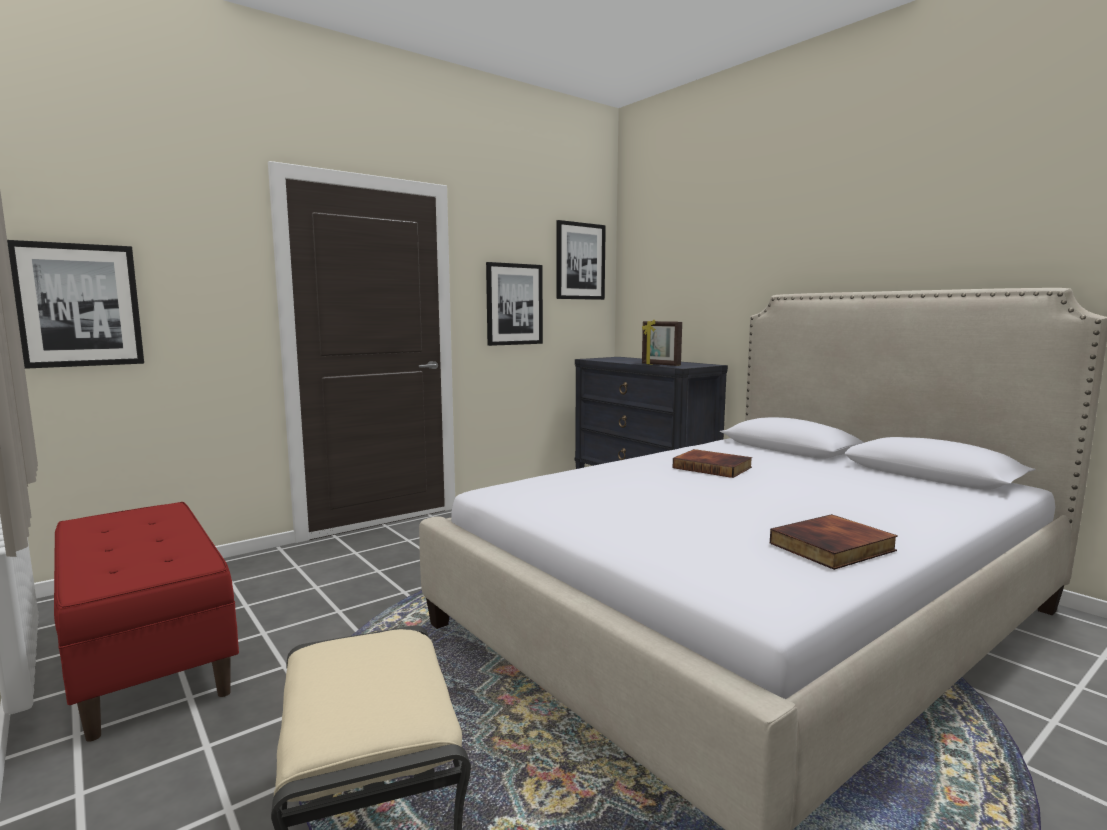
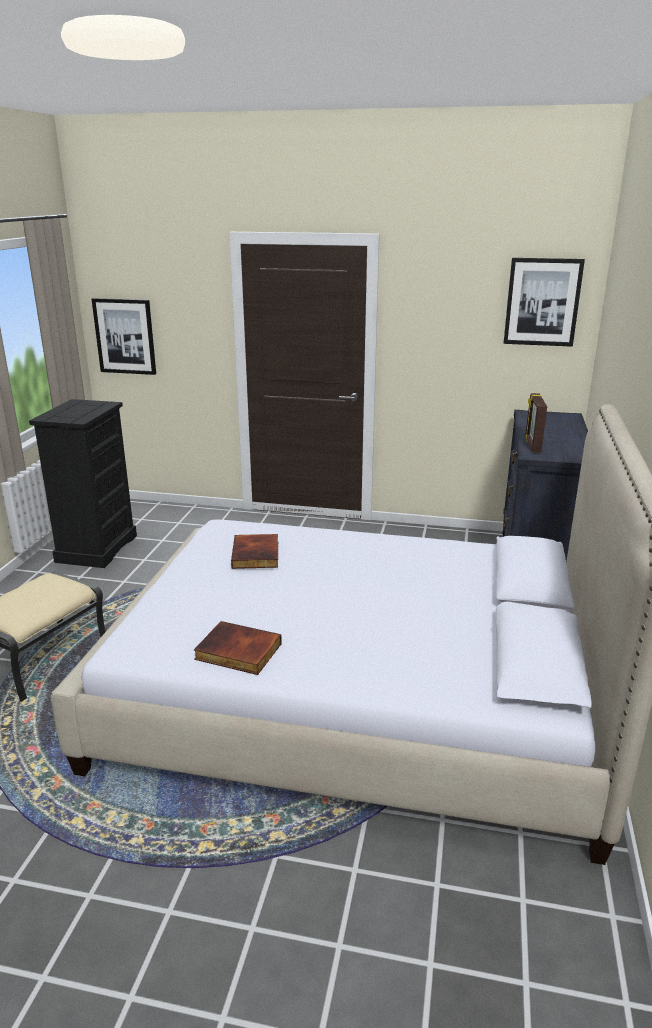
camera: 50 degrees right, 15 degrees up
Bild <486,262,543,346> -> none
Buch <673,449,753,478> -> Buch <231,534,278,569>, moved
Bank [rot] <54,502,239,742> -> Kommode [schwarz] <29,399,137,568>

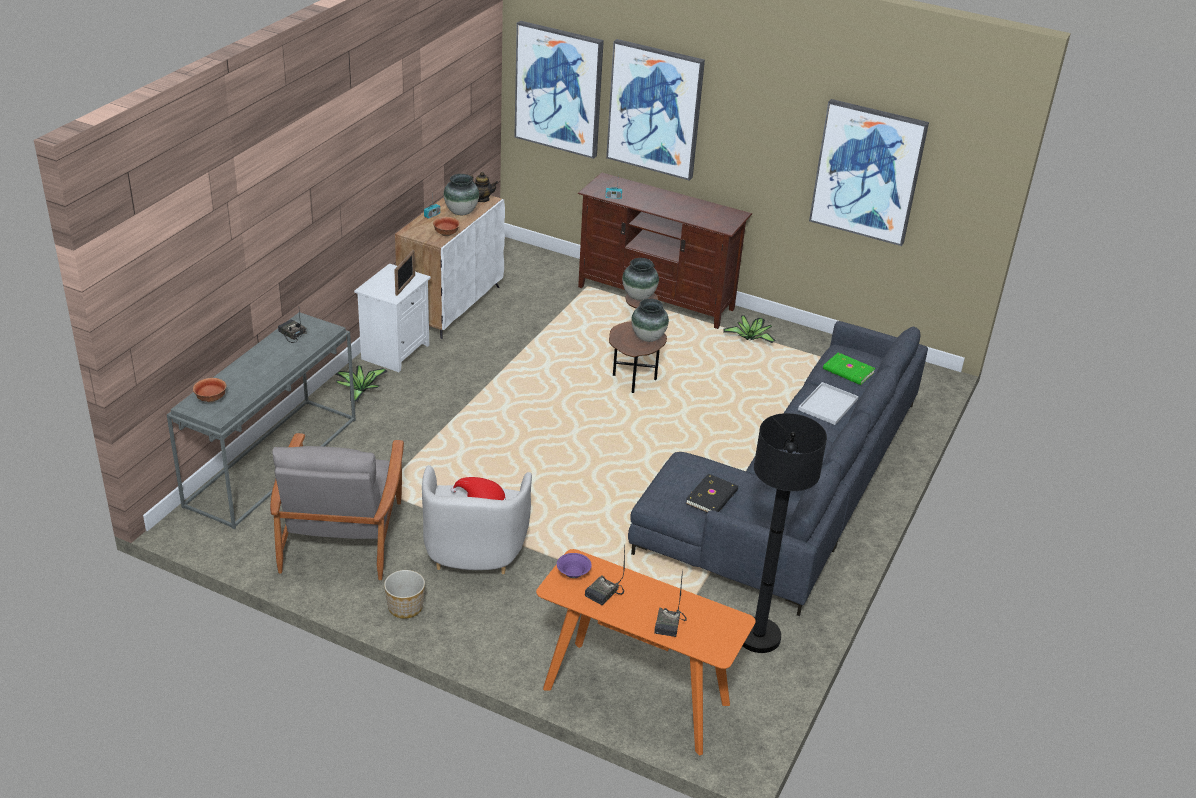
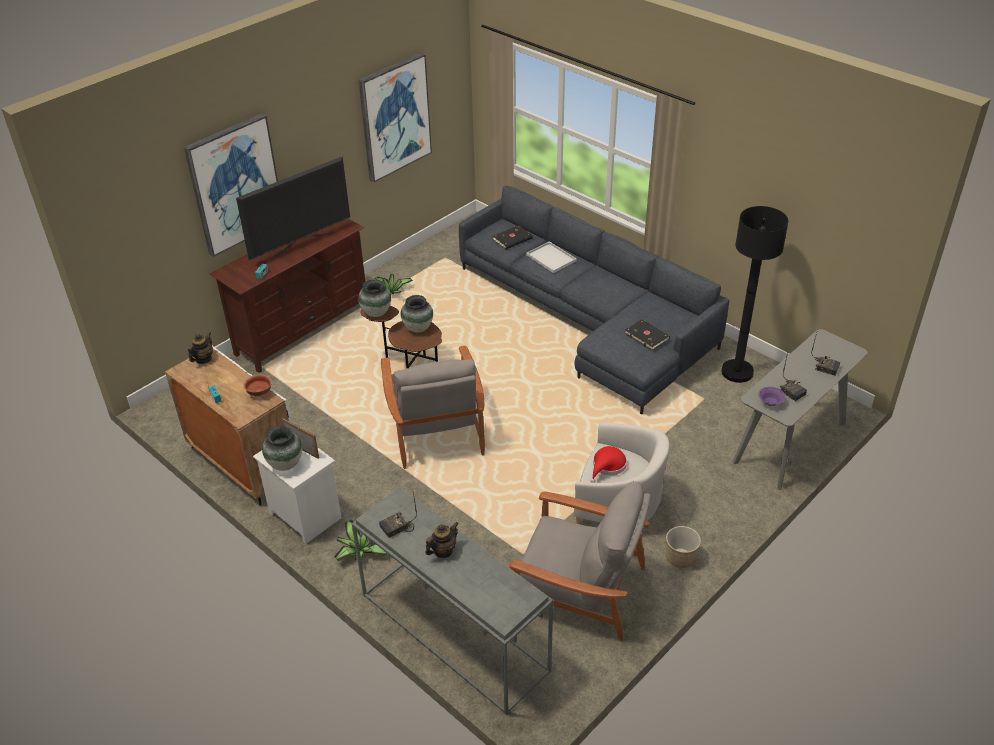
camera: 70 degrees left, 5 degrees up
Bild <514,21,604,159> -> none
Vase <444,174,479,215> -> Vase <262,426,302,471>, moved
Buch [grün] <823,352,875,385> -> Buch [schwarz] <493,225,533,249>
Schüssel <193,378,226,402> -> none
Konsolentisch [orange] <536,549,756,756> -> Konsolentisch [grau] <732,329,868,490>
none -> Fernseher <236,156,350,260>
none -> Sessel [grau] <381,346,485,469>
none -> Teekanne <425,522,459,558>

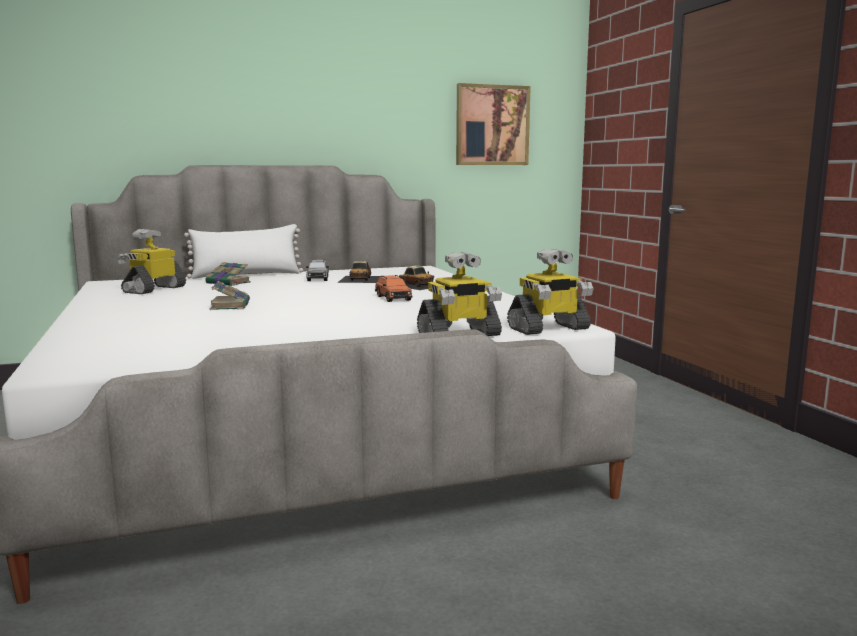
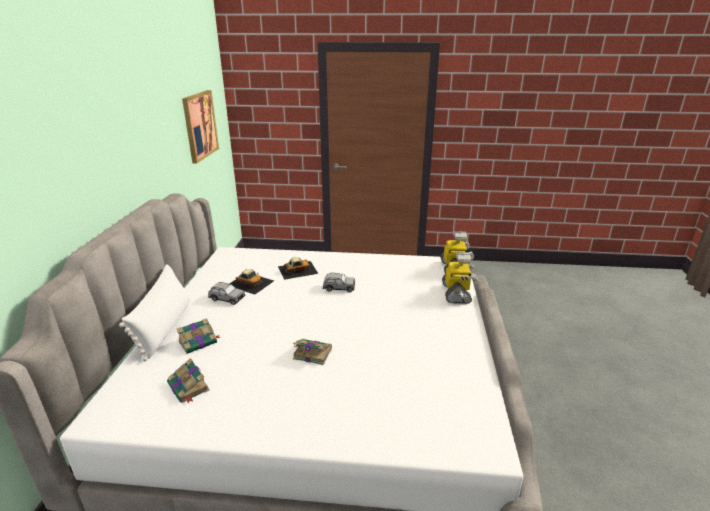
camera: 65 degrees left, 15 degrees up
Spielzeugroboter <117,229,186,294> -> Buch <167,358,210,404>
Spielzeugauto [orange] <375,275,413,302> -> Spielzeugauto [grau] <323,273,355,292>

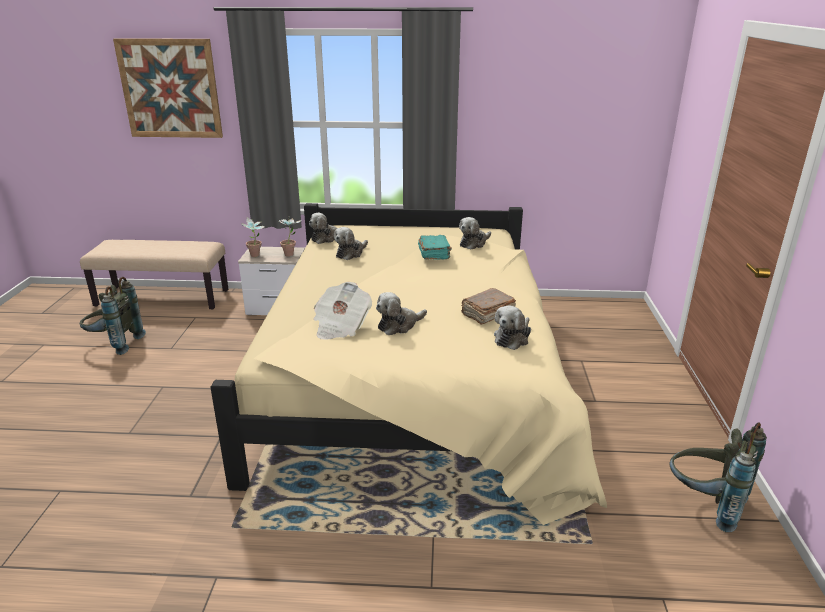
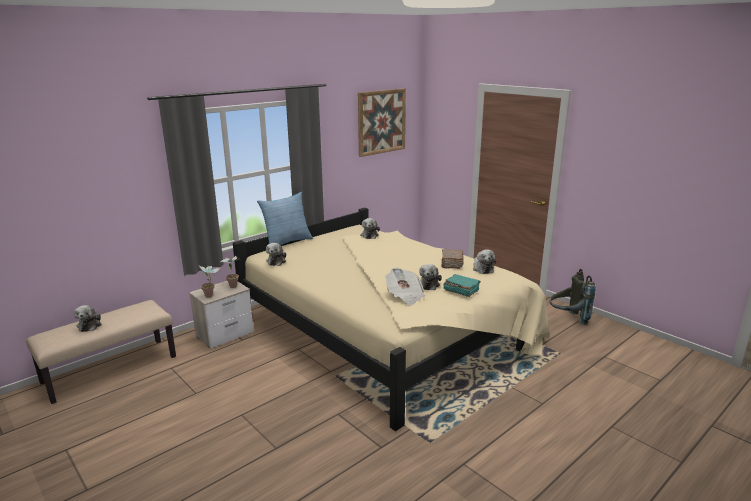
camera: 45 degrees left, 5 degrees down
Bild <113,38,223,138> -> Bild <358,88,406,157>, moved
Plüschtier <334,227,368,260> -> Plüschtier <74,305,102,332>, moved
Buch [türkis] <418,235,452,260> -> Buch [türkis] <443,274,481,297>, moved
Rucksack [grau] <80,277,146,355> -> none
none -> Kissen <257,192,313,245>

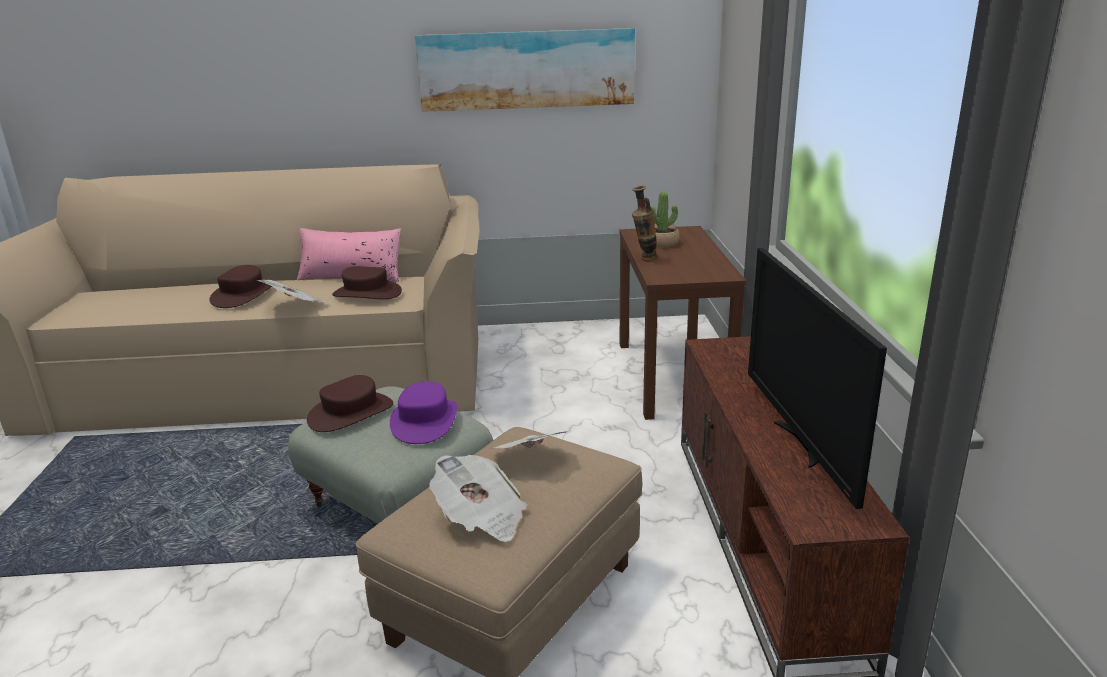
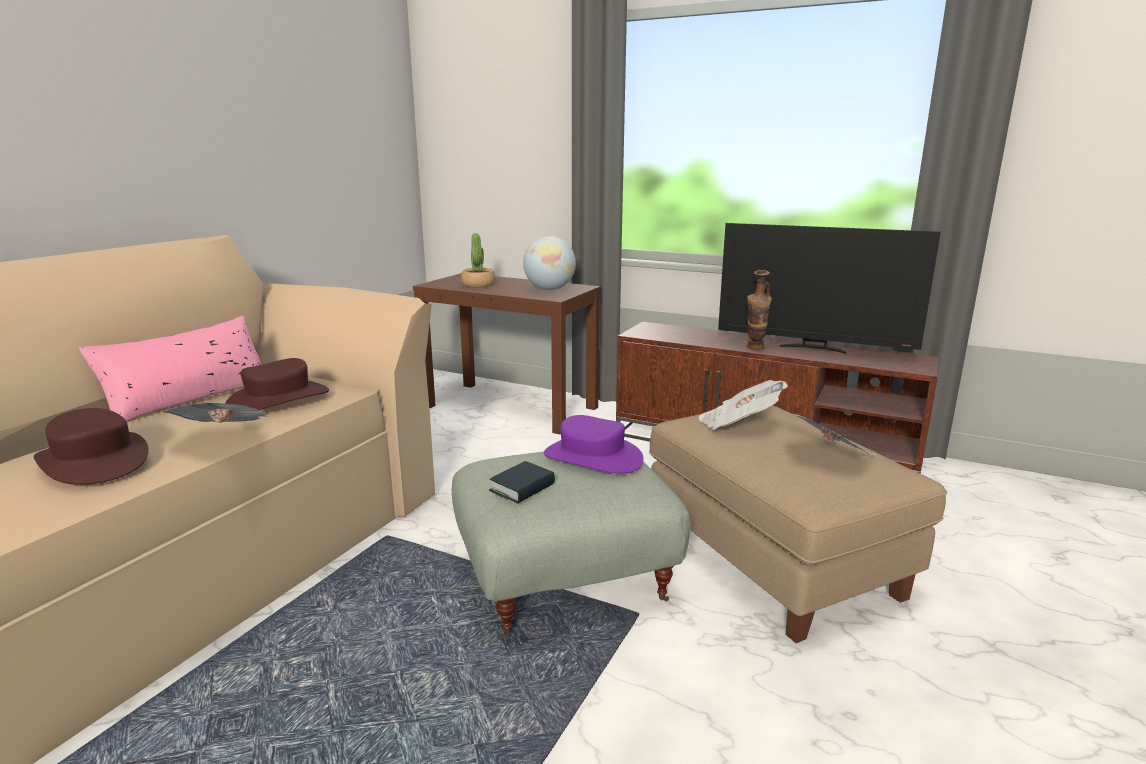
camera: 60 degrees left, 5 degrees down
Bild <415,28,635,112> -> none
Vase <632,186,658,261> -> Vase <747,270,772,350>, moved
Hut [braun] <307,375,393,432> -> Buch <489,461,555,503>
none -> Globus <523,236,576,290>

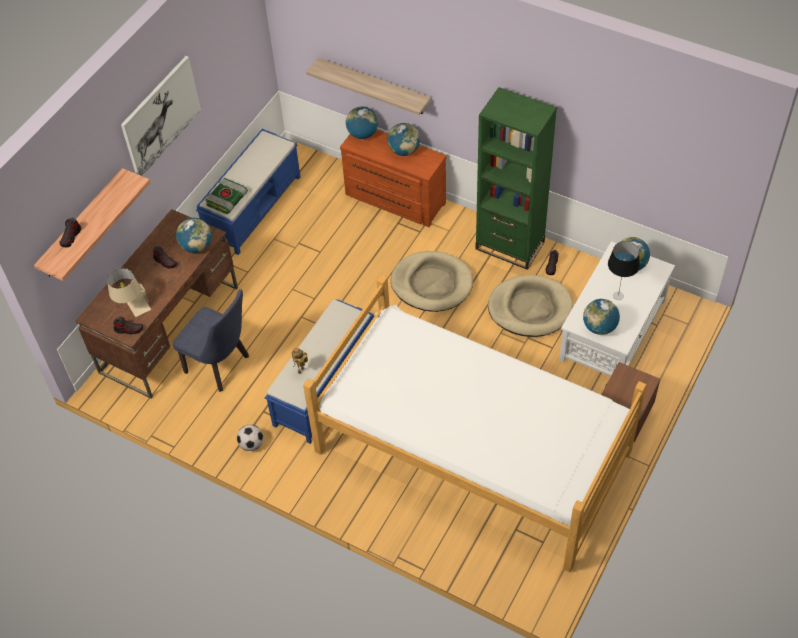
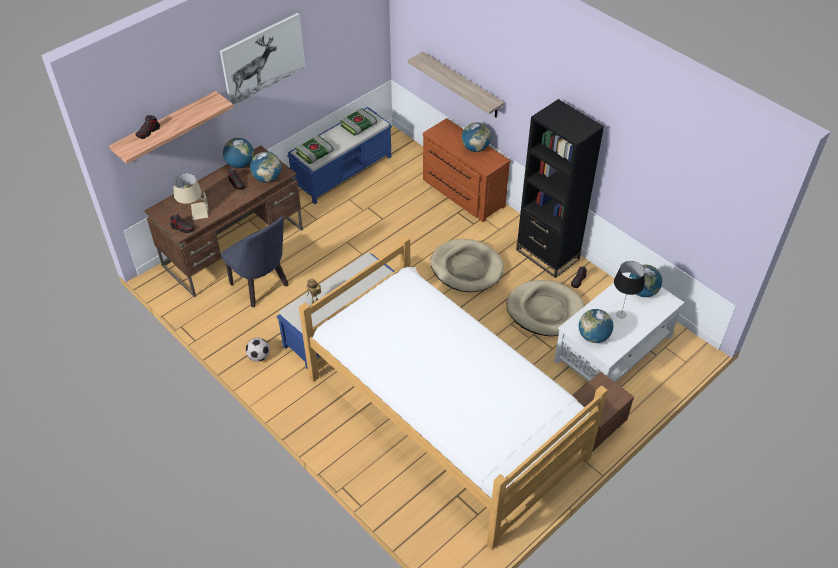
camera: 15 degrees right, 5 degrees down
Bücherregal [grün] <476,87,557,270> -> Bücherregal [schwarz] <516,99,604,278>
Globus <346,106,378,139> -> Globus <223,138,254,168>, moved
none -> Buch <340,108,377,136>

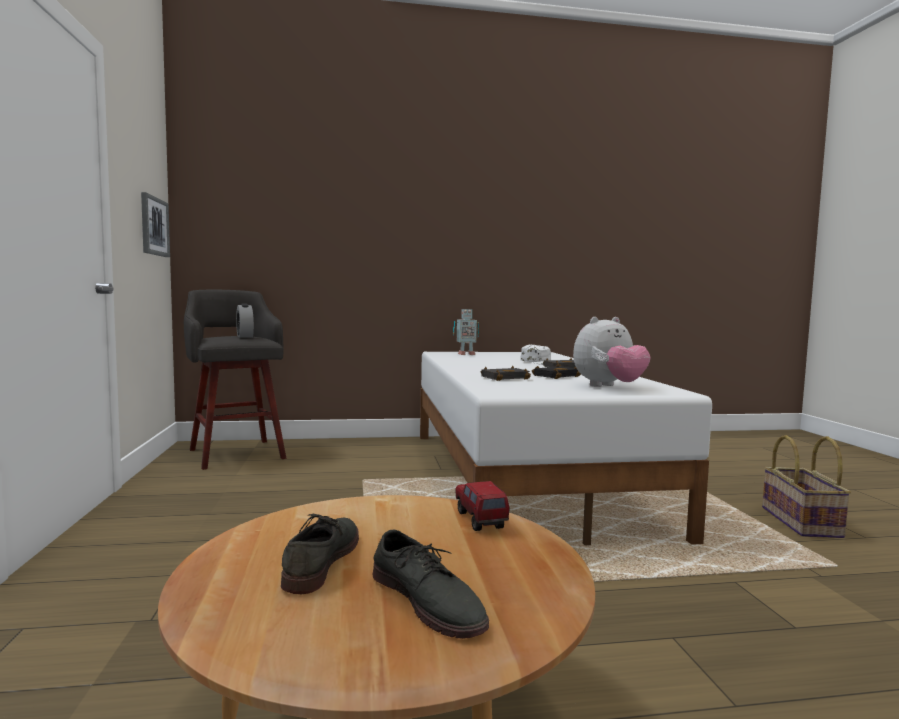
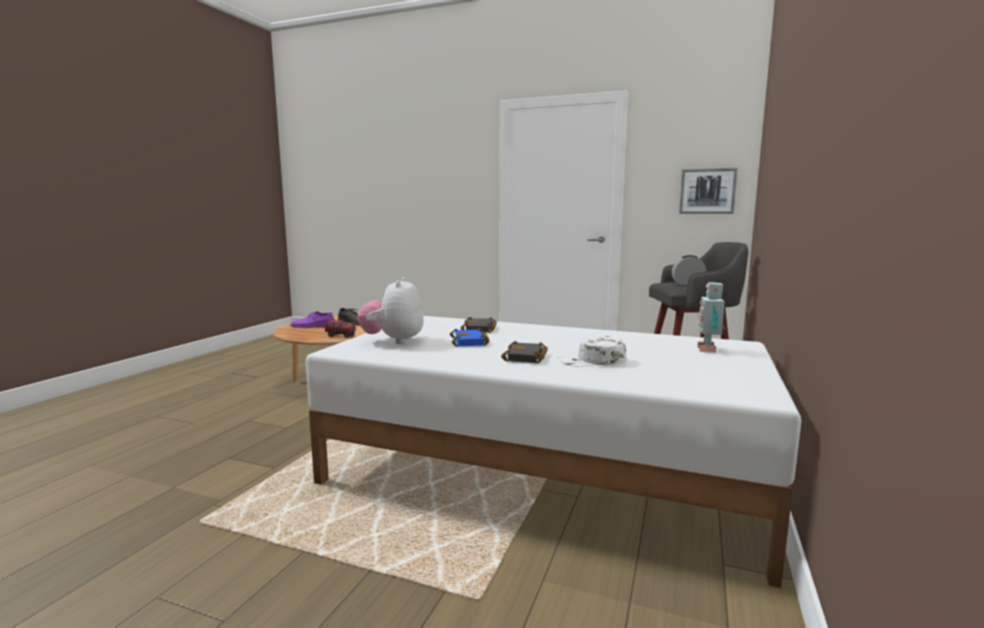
camera: 120 degrees right, 5 degrees up
Buch [schwarz] <532,364,581,379> -> Buch [blau] <450,328,489,347>
Korb <762,435,851,538> -> none
Schuh [grau] <372,530,489,639> -> Schuh [lila] <290,311,335,328>

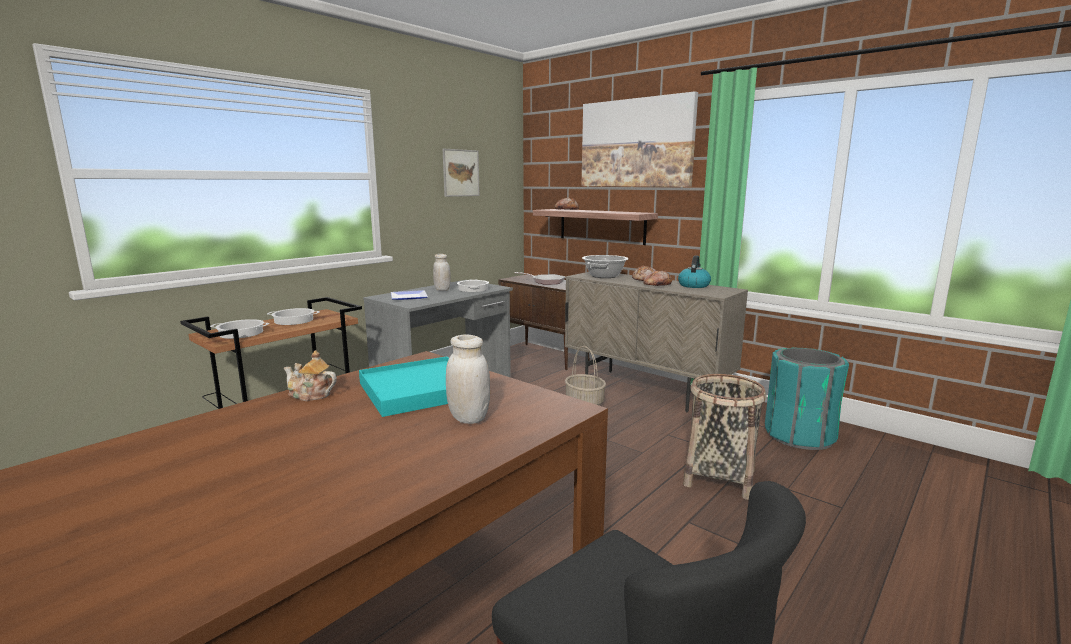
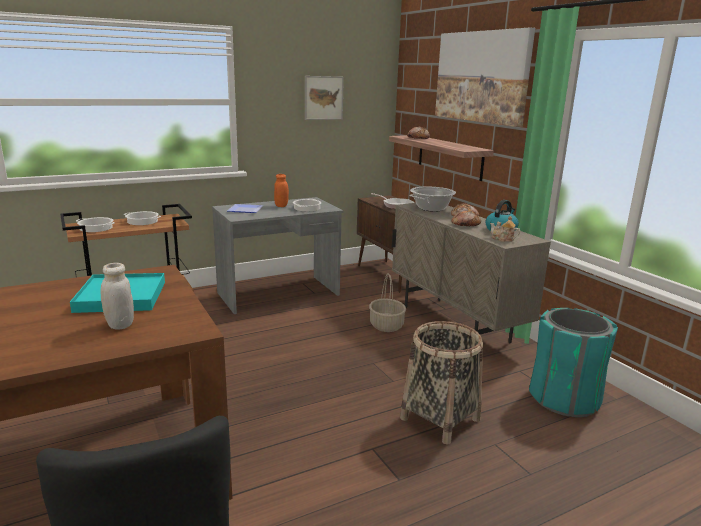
camera: 20 degrees right, 5 degrees up
Vorratsglas [weiß] <433,254,451,291> -> Vorratsglas [orange] <274,174,289,207>
Teekanne <284,350,337,401> -> Teekanne <490,216,520,242>, moved

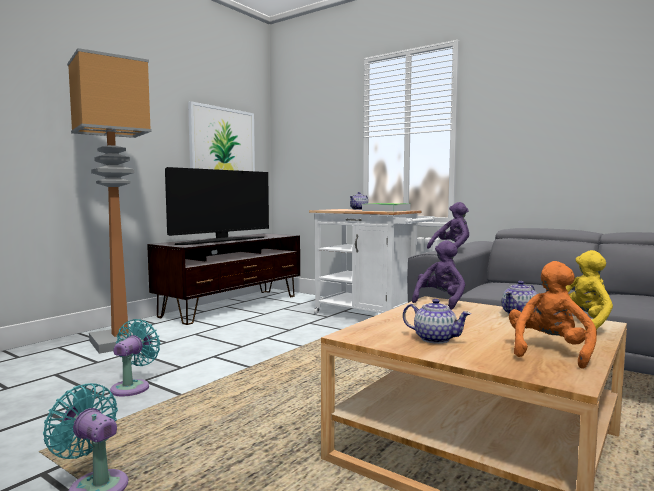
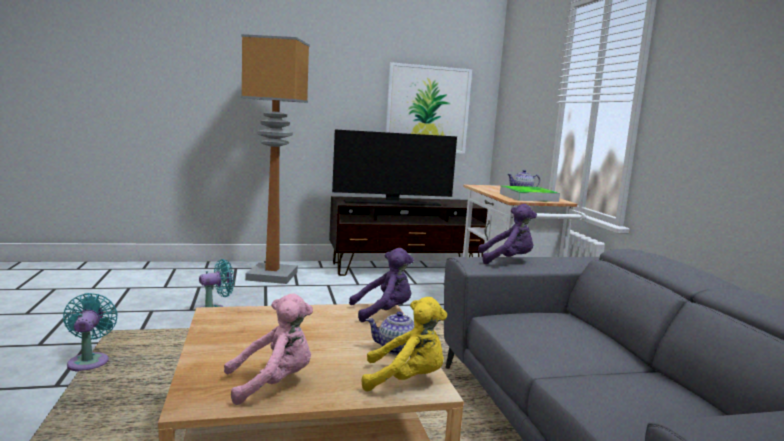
camera: 40 degrees right, 5 degrees up
Plüschtier [orange] <509,261,597,369> -> Plüschtier [rosa] <224,294,313,405>
Teekanne <403,299,471,344> -> none

